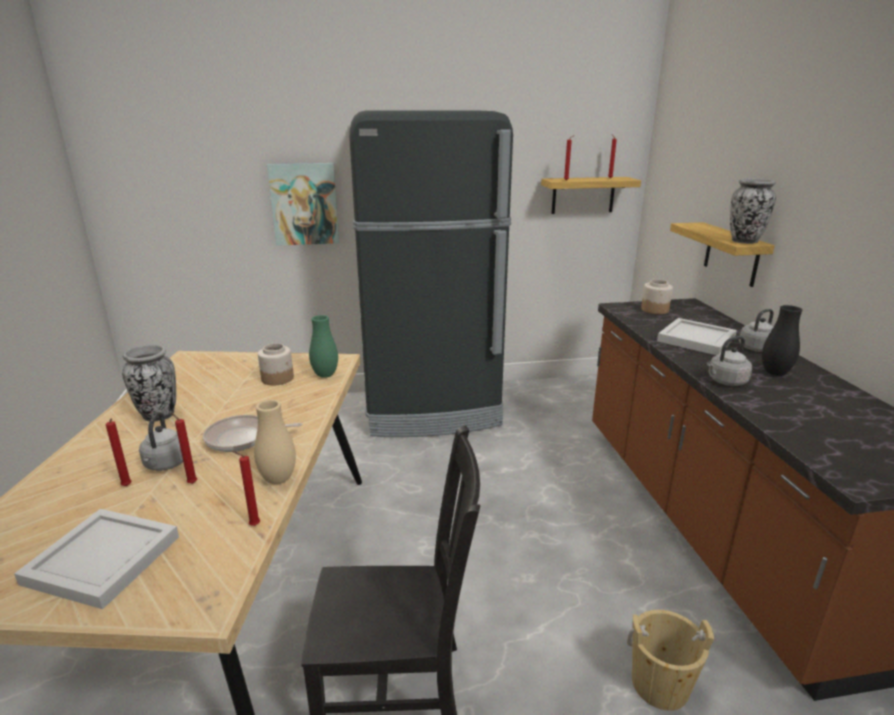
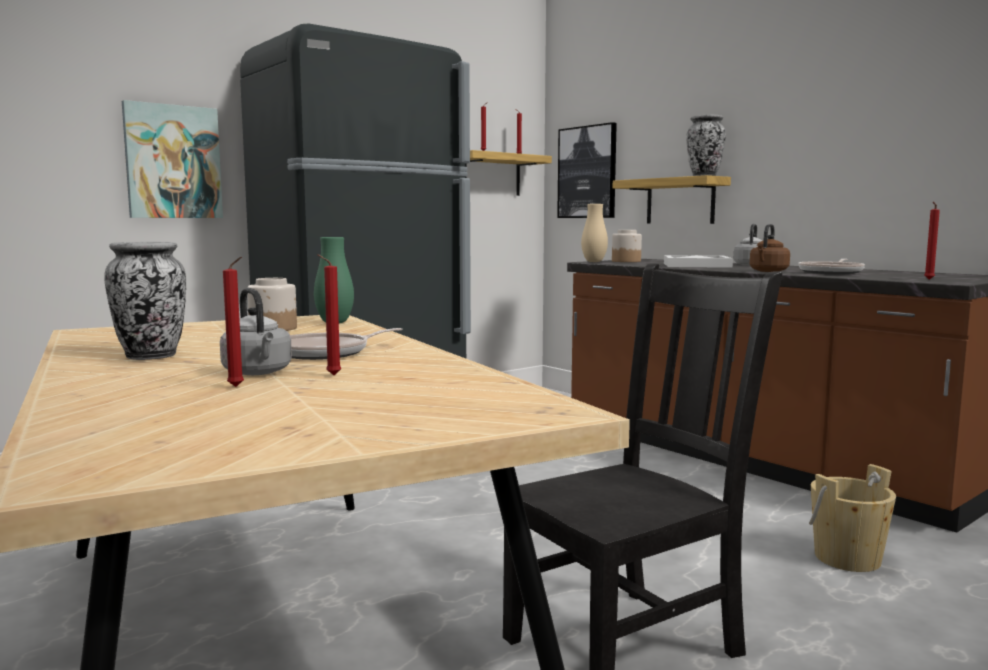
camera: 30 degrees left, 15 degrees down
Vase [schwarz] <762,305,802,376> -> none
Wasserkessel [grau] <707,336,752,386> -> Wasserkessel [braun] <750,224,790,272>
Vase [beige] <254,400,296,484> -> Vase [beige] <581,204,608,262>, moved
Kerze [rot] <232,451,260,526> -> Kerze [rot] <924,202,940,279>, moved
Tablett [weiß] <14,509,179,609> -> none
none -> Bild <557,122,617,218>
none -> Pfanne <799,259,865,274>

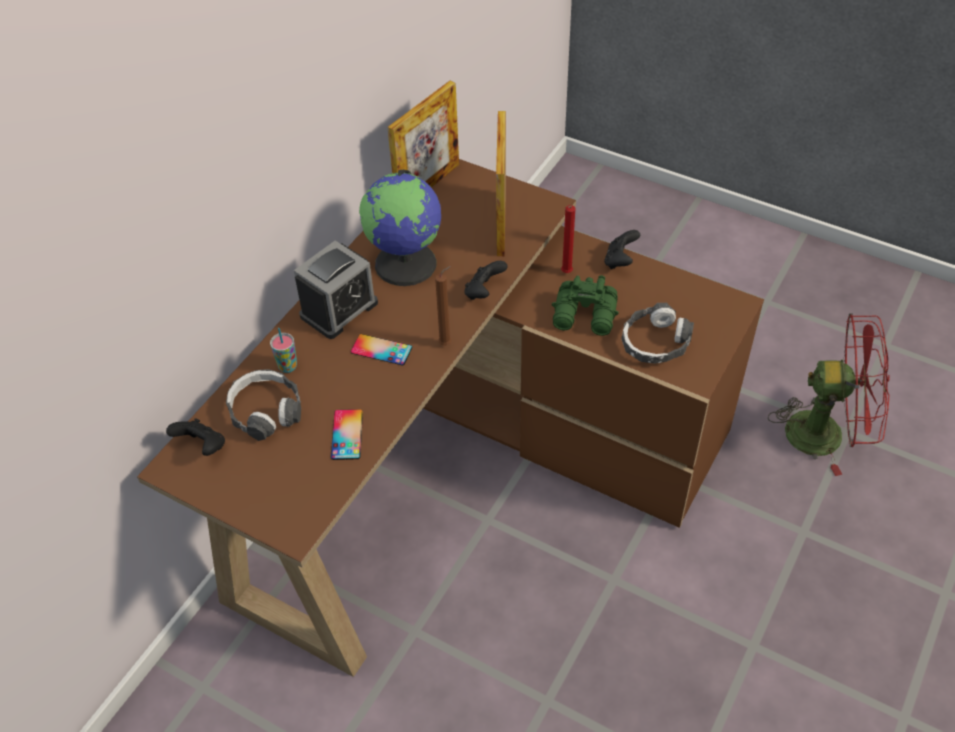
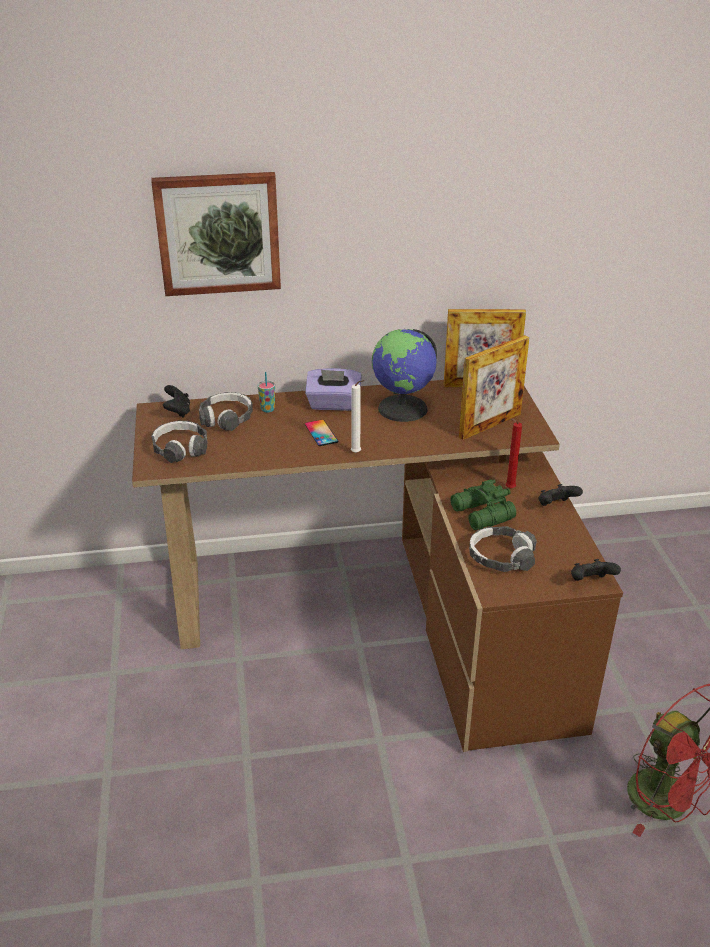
camera: 50 degrees right, 15 degrees down
Wecker <294,241,378,339> -> Taschentuchbox [lila] <305,368,362,411>
Gamepad [schwarz] <464,261,508,300> -> Gamepad [schwarz] <571,559,621,581>, moved
Kerze [braun] <435,266,451,346> -> Kerze [weiß] <351,380,365,453>
Handy <331,409,363,460> -> none
none -> Bild <151,172,281,296>
none -> Kopfhörer <151,421,208,463>

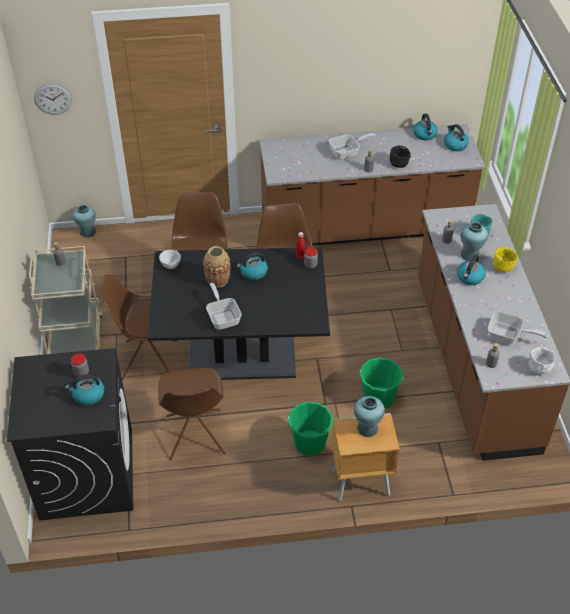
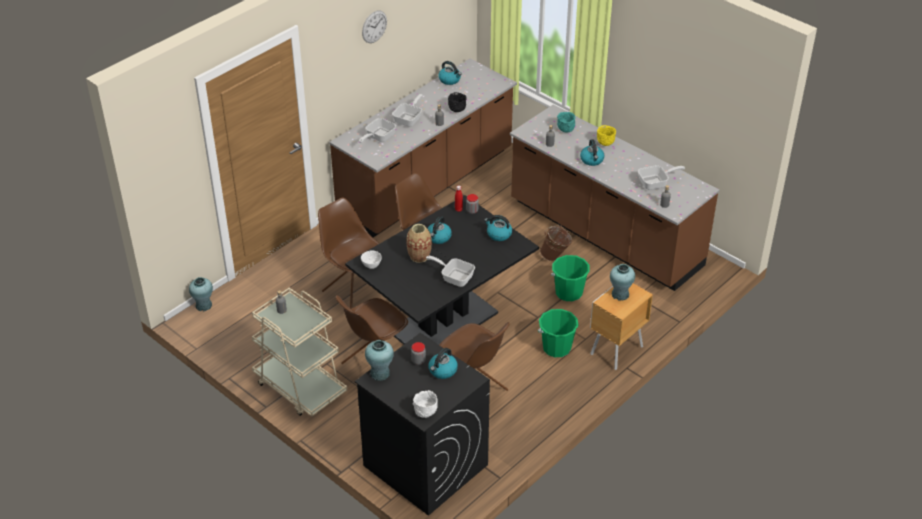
camera: 40 degrees left, 5 degrees down
Wanduhr <34,83,72,115> -> Wanduhr <362,11,387,43>, moved
Wasserkessel <444,124,469,151> -> Wasserkessel <484,215,512,241>, moved
Vase [türkis] <460,222,488,261> -> Vase [türkis] <365,340,394,381>, moved
Schüssel [weiß] <529,347,555,374> -> Schüssel [weiß] <413,390,438,418>, moved
none -> Pfanne <359,118,396,143>
none -> Eimer [braun] <540,225,572,261>

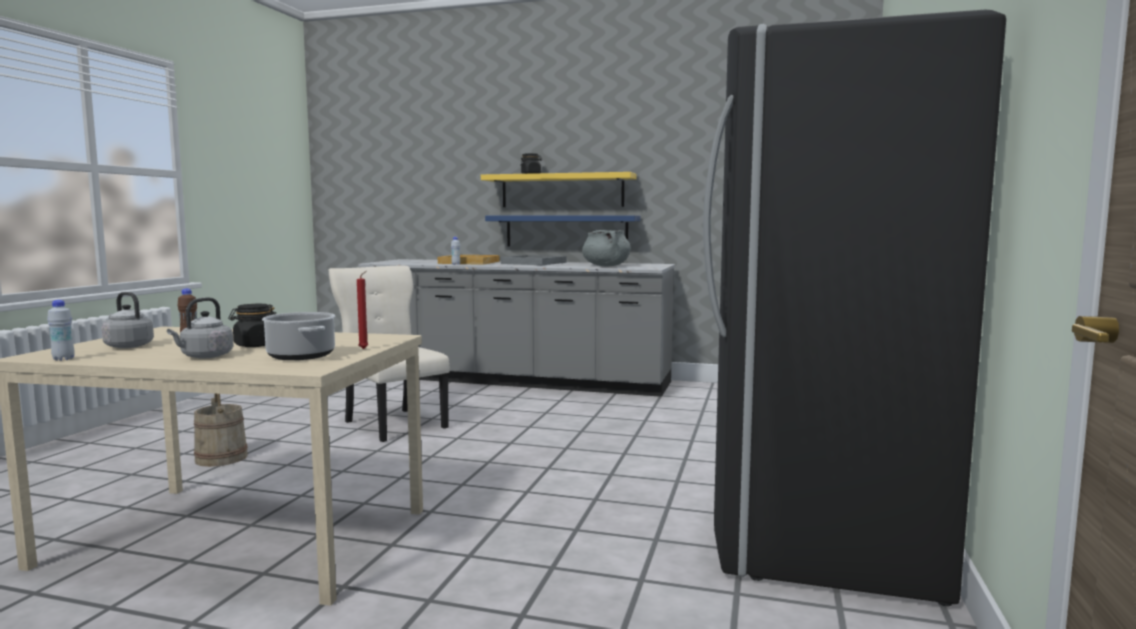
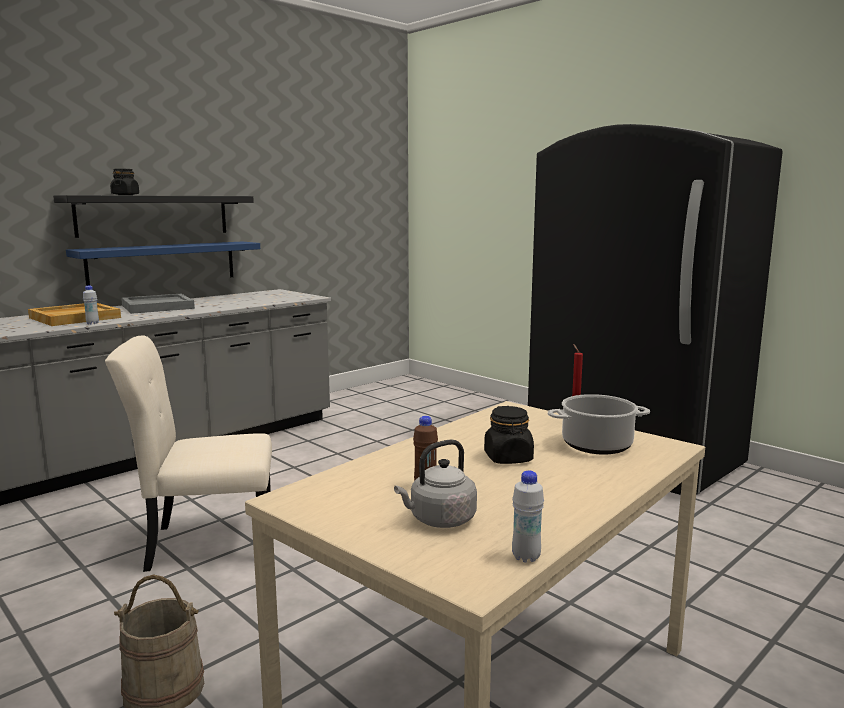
camera: 60 degrees left, 5 degrees up
Wandregal [gelb] <481,172,637,207> -> Wandregal [schwarz] <53,195,254,238>
Kochtopf [grau] <582,230,631,266> -> none
Wasserkessel [grau] <167,297,234,359> -> none

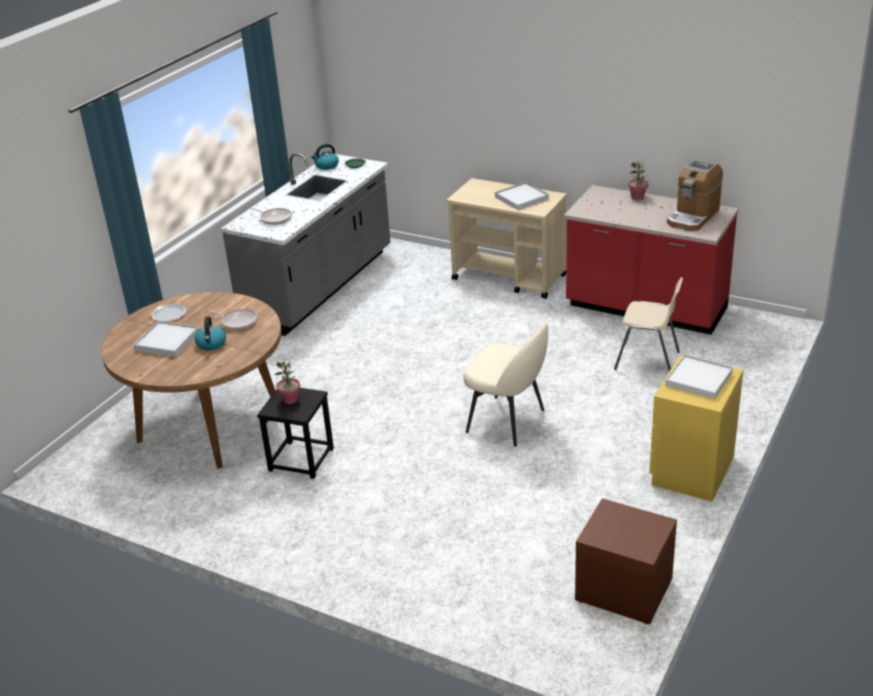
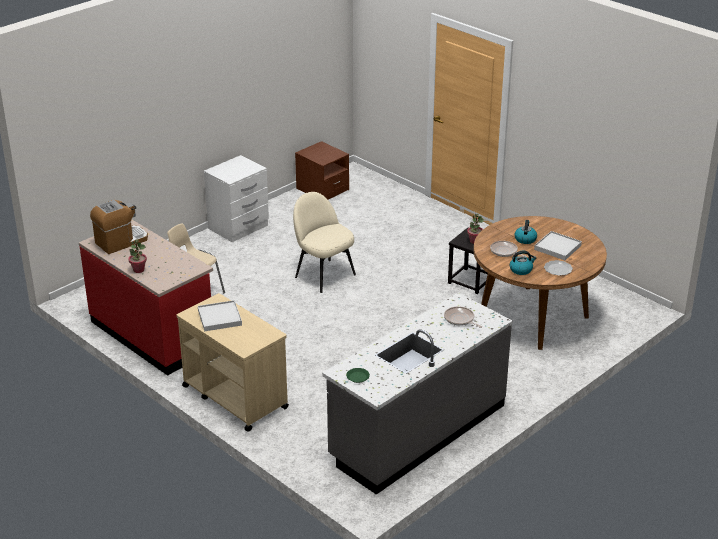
camera: 165 degrees left, 0 degrees up
Wasserkessel <311,144,339,170> -> Wasserkessel <509,251,536,275>, moved
Nachttisch [gelb] <650,355,743,502> -> Nachttisch [weiß] <204,155,269,242>
Tablett [weiß] <665,355,733,399> -> none

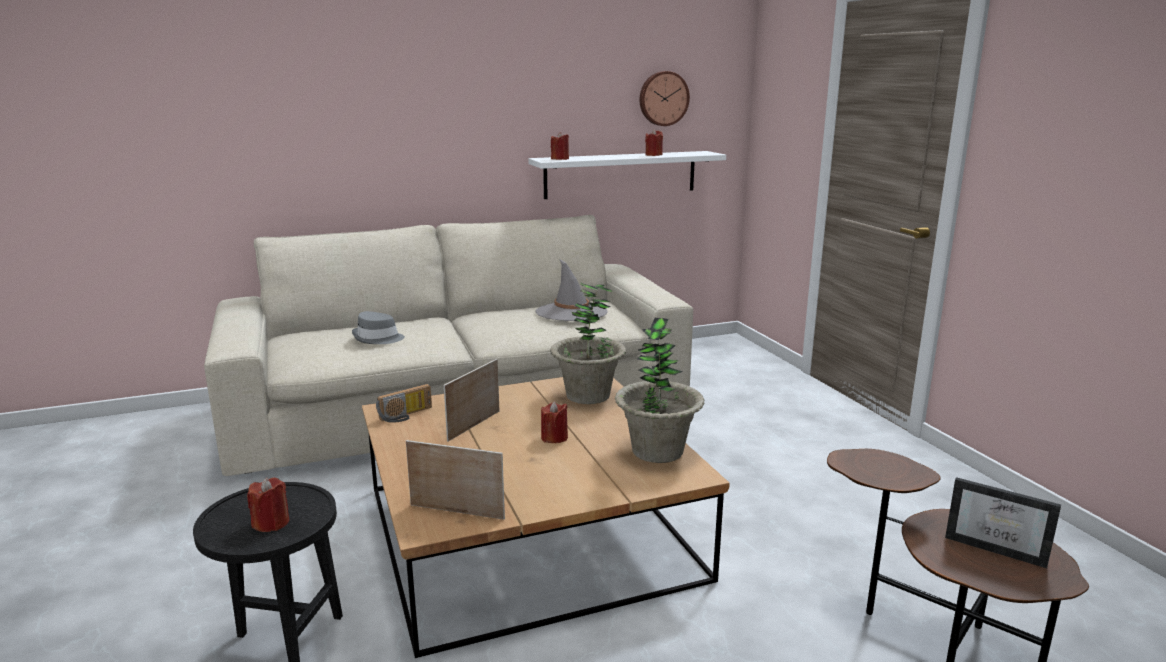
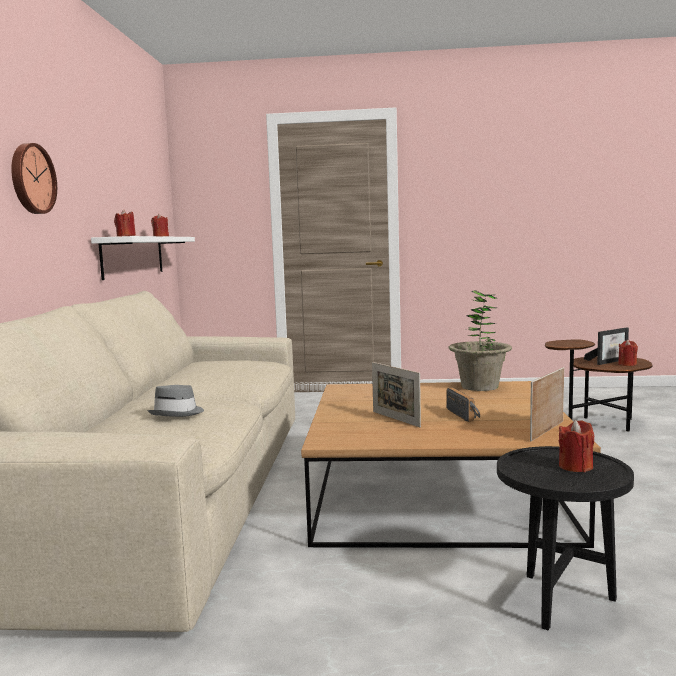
camera: 65 degrees left, 10 degrees down
Wanduhr <640,71,690,126> -> Wanduhr <11,143,57,214>, moved
Hut [grau] <535,259,608,321> -> none
Topfpflanze <550,282,626,404> -> none
Radio <376,384,432,423> -> Radio <446,388,480,422>, moved
Kerze [rot] <541,401,568,443> -> Kerze [rot] <618,340,638,366>, moved

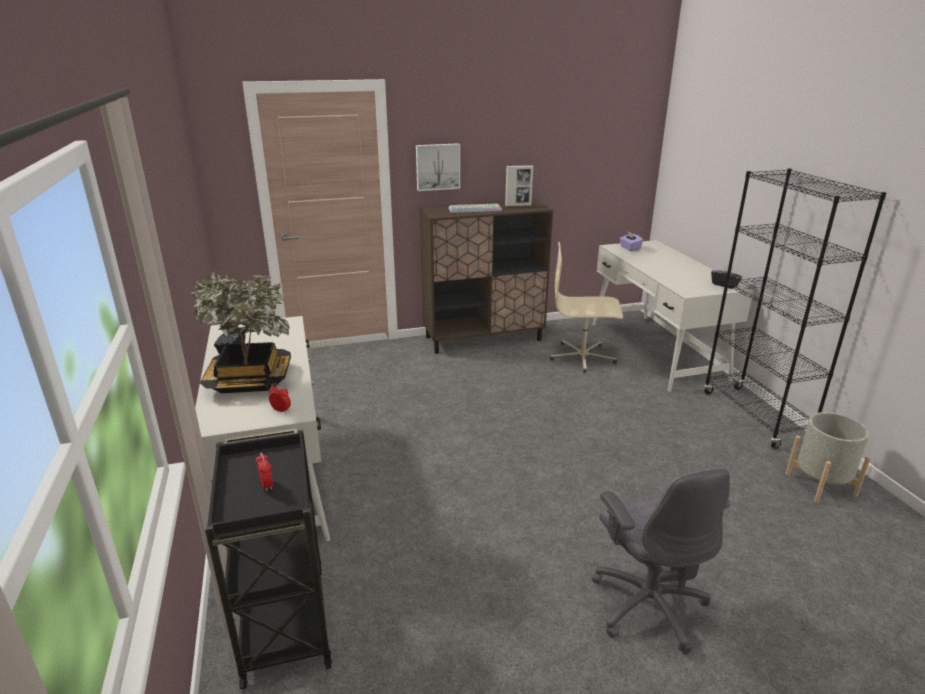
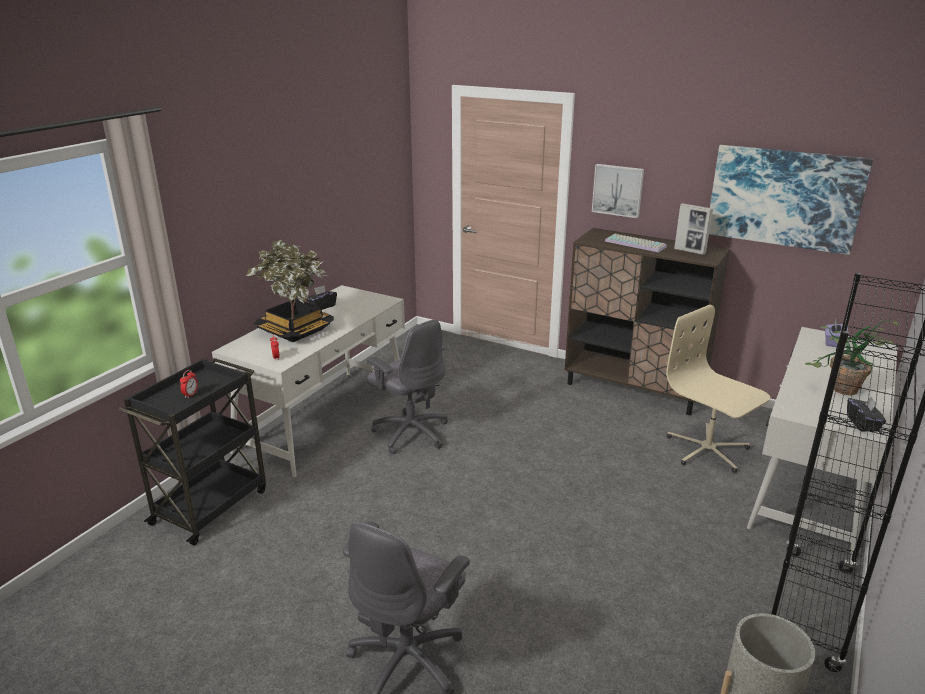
camera: 45 degrees right, 0 degrees up
none -> Bild <709,145,873,255>
none -> Bürostuhl [grau] <367,320,448,455>
none -> Topfpflanze <805,320,900,395>

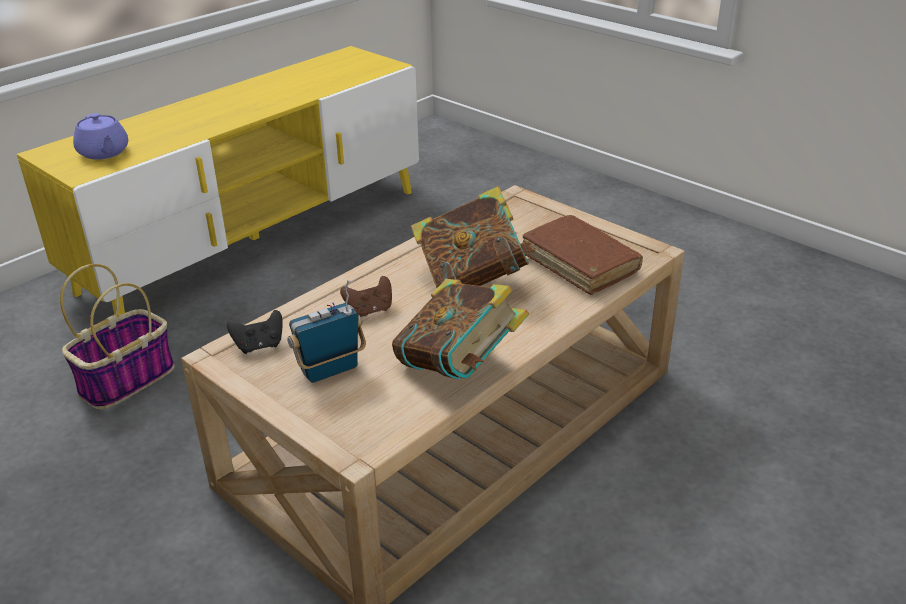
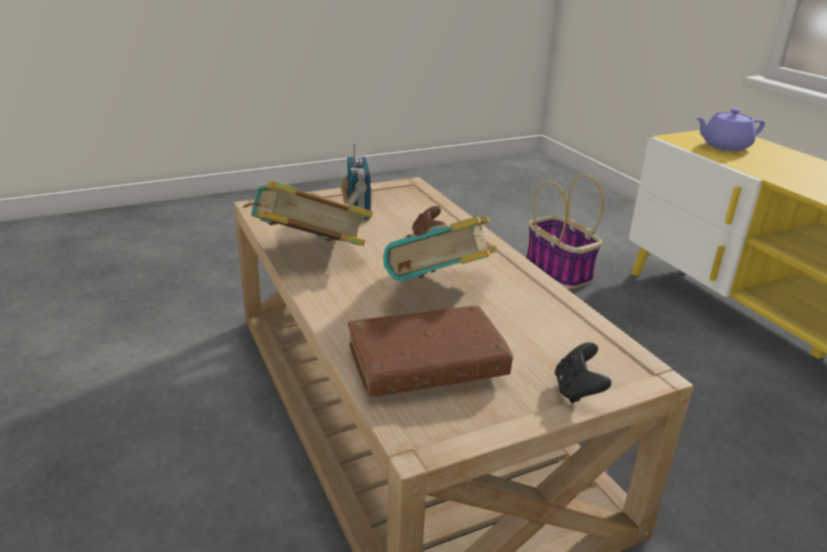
camera: 110 degrees right, 5 degrees down
Gamepad [schwarz] <227,310,283,354> -> Gamepad [schwarz] <555,342,611,403>, moved

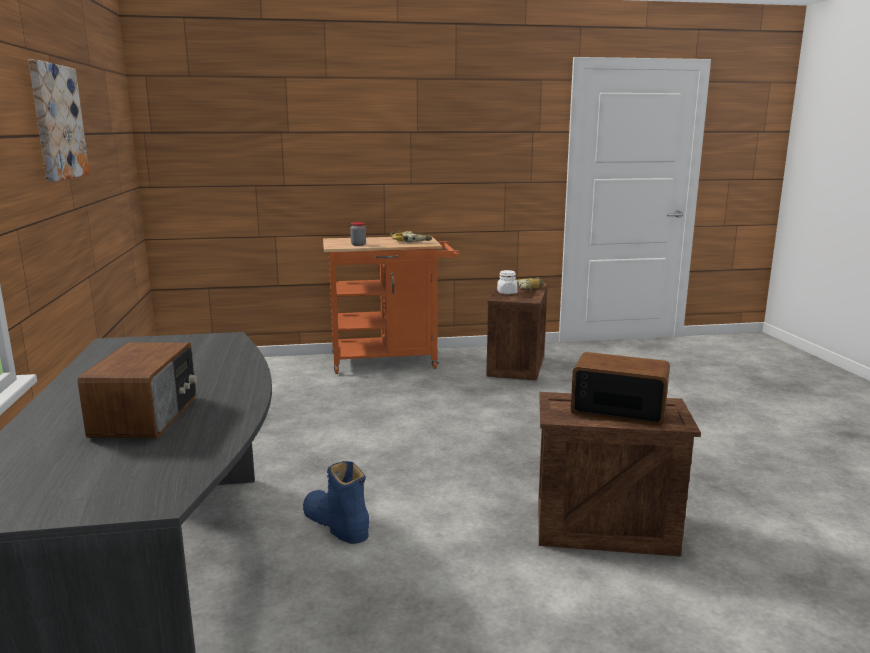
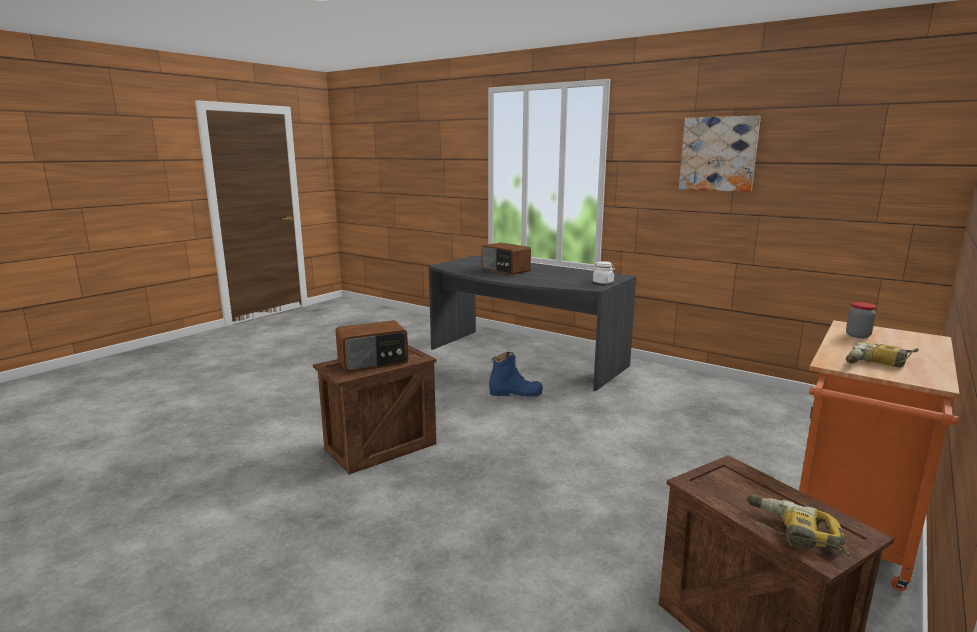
camera: 135 degrees right, 0 degrees up
Vorratsglas [weiß] <497,270,518,294> -> Vorratsglas [weiß] <593,261,615,284>, moved

